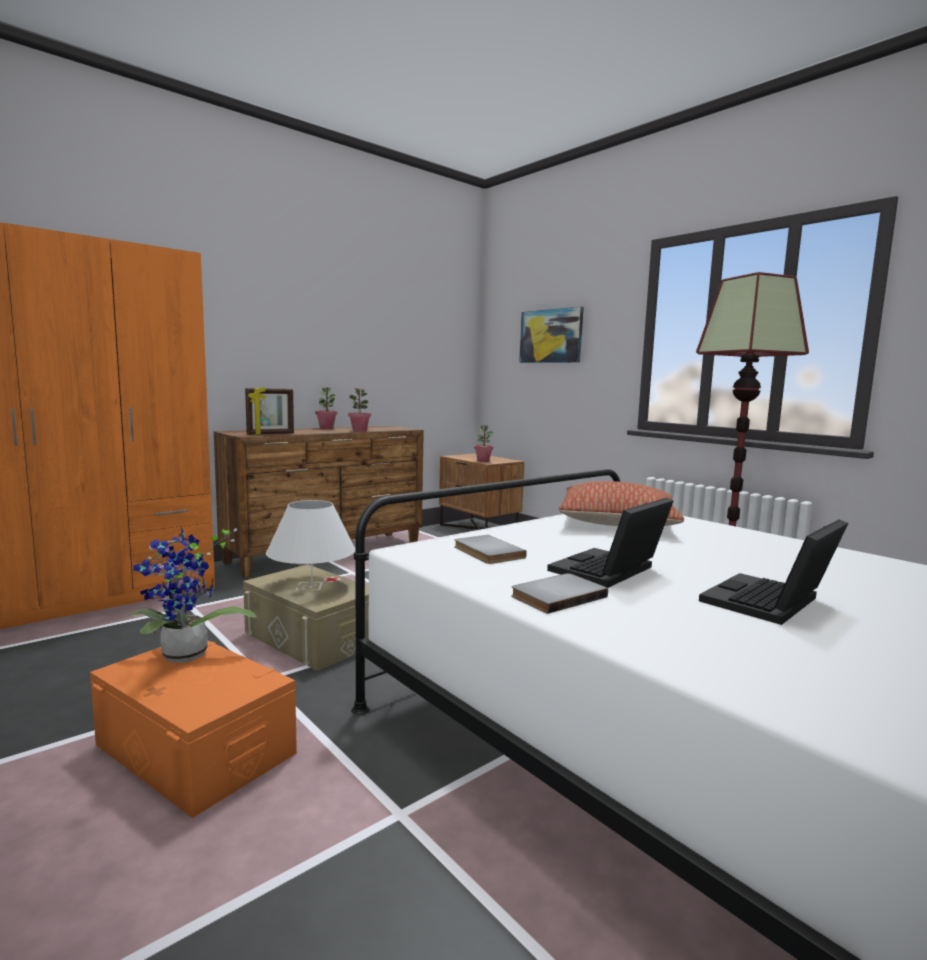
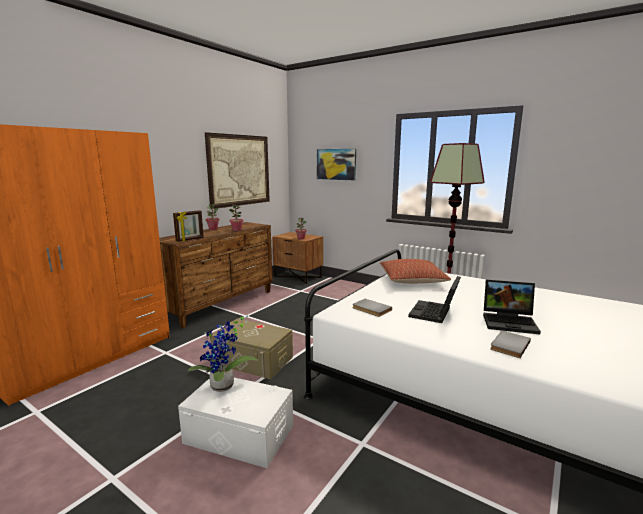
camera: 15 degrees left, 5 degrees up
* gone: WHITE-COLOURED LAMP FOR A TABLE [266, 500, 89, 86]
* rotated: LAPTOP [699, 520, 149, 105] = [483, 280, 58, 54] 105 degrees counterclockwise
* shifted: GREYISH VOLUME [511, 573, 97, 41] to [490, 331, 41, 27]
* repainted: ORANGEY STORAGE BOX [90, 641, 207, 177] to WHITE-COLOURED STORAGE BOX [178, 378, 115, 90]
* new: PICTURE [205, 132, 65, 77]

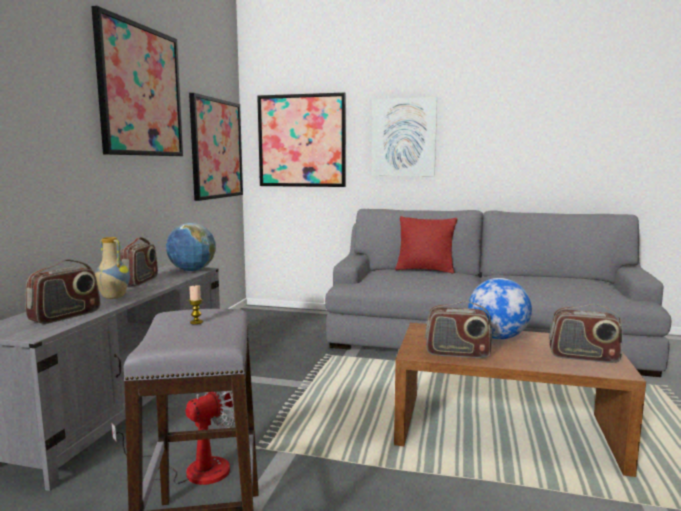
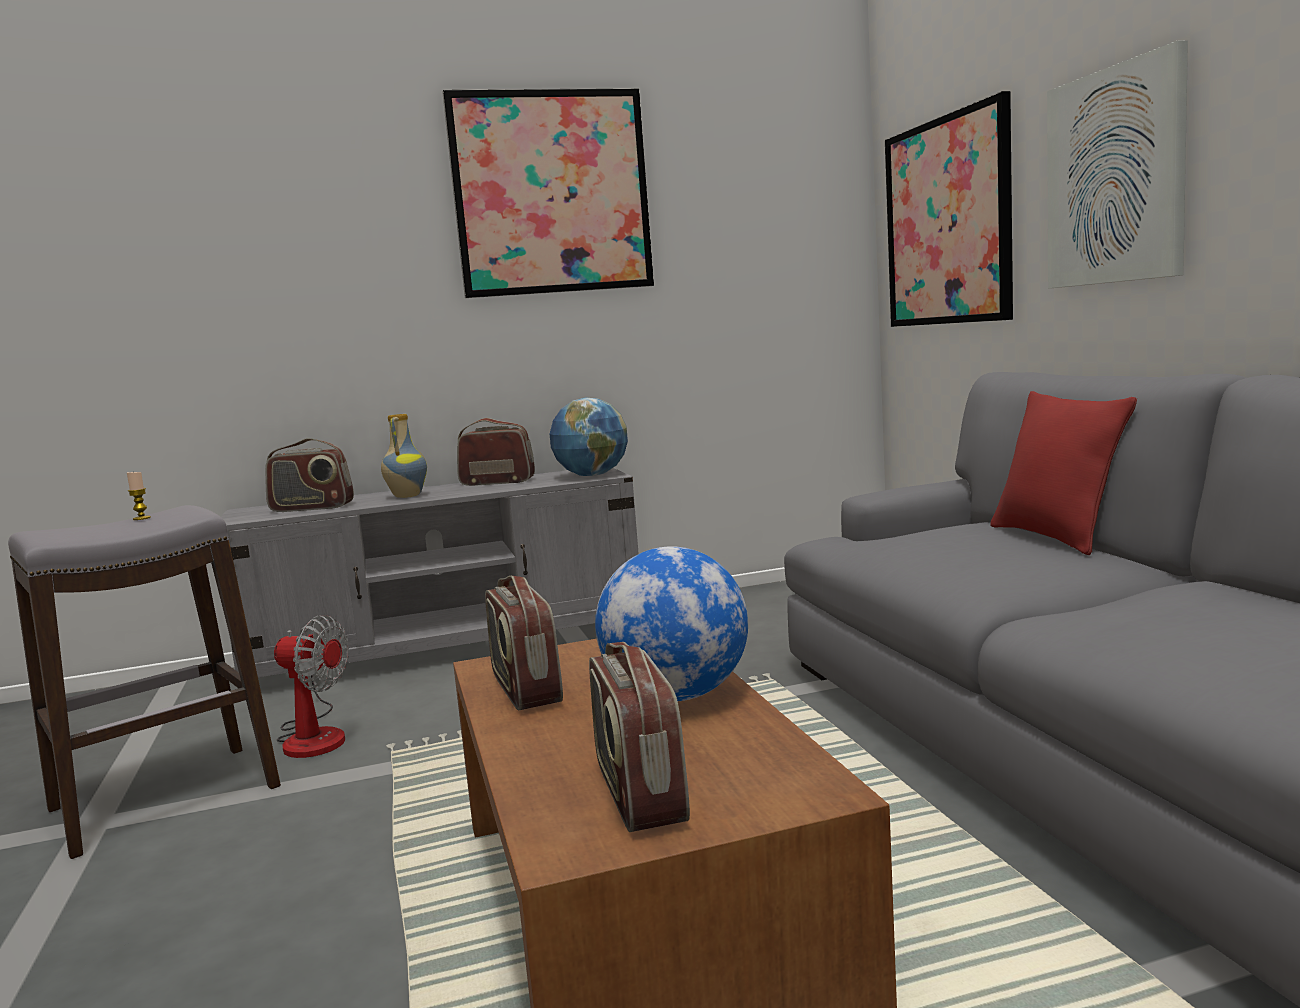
camera: 60 degrees right, 0 degrees up
* gone: PICTURE [189, 93, 54, 108]
* rotated: RADIO [120, 237, 38, 49] = [457, 418, 78, 68] 150 degrees counterclockwise

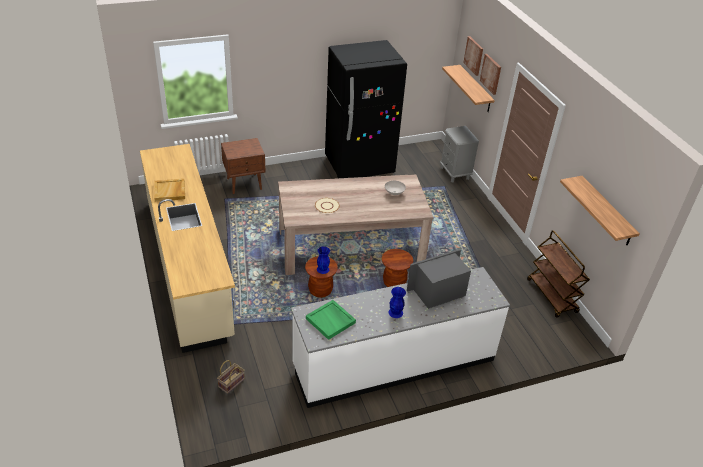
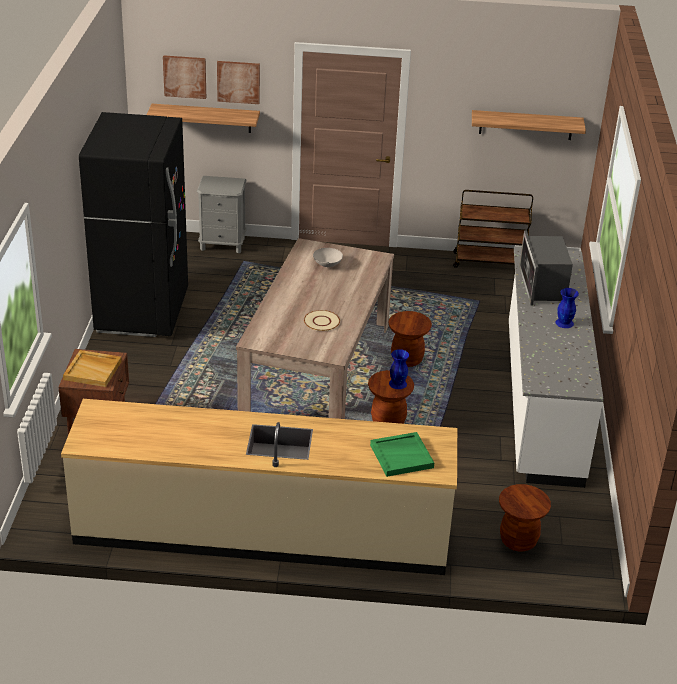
camera: 65 degrees left, 5 degrees down
* shifted: SAND-COLOURED CARRYING TRAY [154, 179, 31, 23] to [63, 350, 59, 37]
* shifted: GREEN-COLOURED CARRYING TRAY [306, 300, 50, 40] to [370, 432, 64, 45]
* swapped: STORAGE BASKET [217, 360, 28, 34] to BROWNISH STOOL SEAT [499, 484, 52, 68]

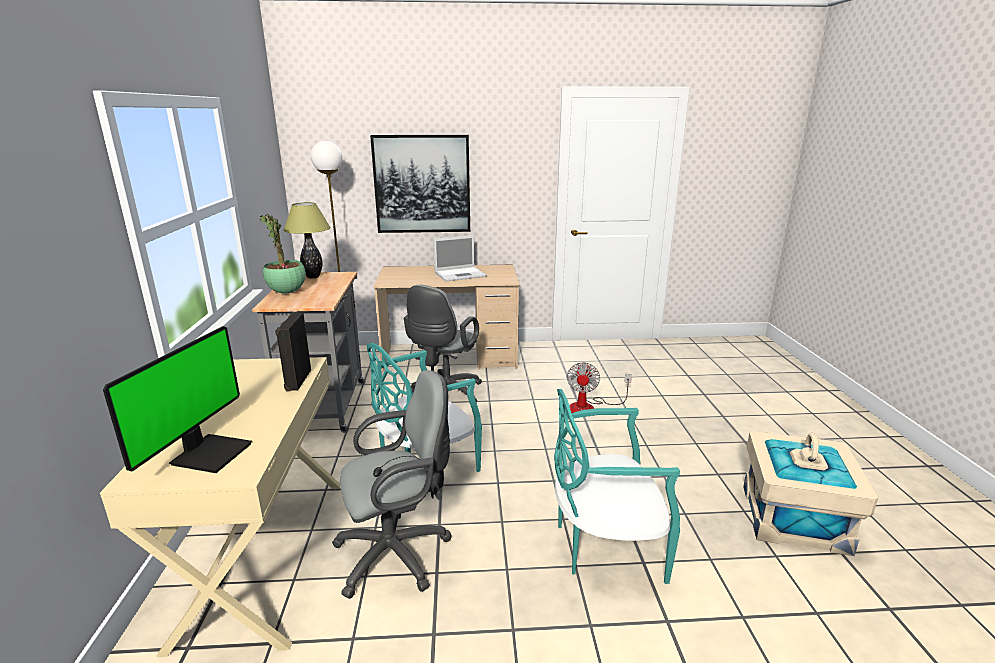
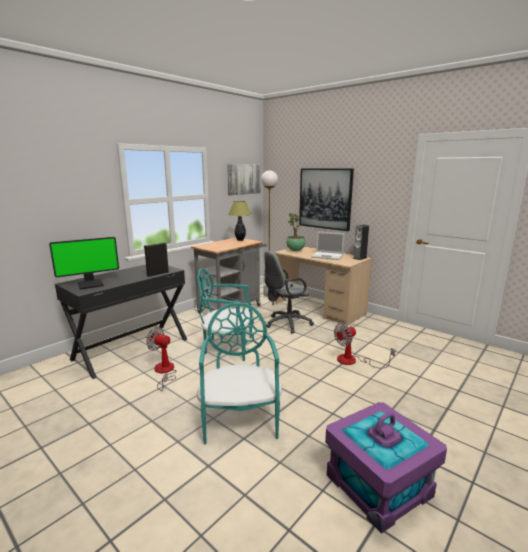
camera: 45 degrees right, 5 degrees down
* shifted: HOUSEPLANT [260, 214, 46, 80] to [286, 213, 19, 38]
* repainted: SAND-COLOURED DESK [100, 357, 241, 300] to BLACKISH DESK [55, 264, 132, 115]
* swapped: GREYISH DESK CHAIR [332, 370, 120, 229] to ELECTRIC FAN [146, 327, 31, 64]
* rotated: TURQUOISE PLAIN CHAIR [554, 389, 126, 195] = [197, 302, 85, 142] 45 degrees clockwise
* repainted: SAND-COLOURED STORAGE BOX [743, 431, 136, 125] to PURPLE STORAGE BOX [325, 402, 122, 132]
* new: PICTURE [227, 164, 34, 31]
* new: LOUDSPEAKER [353, 224, 16, 36]

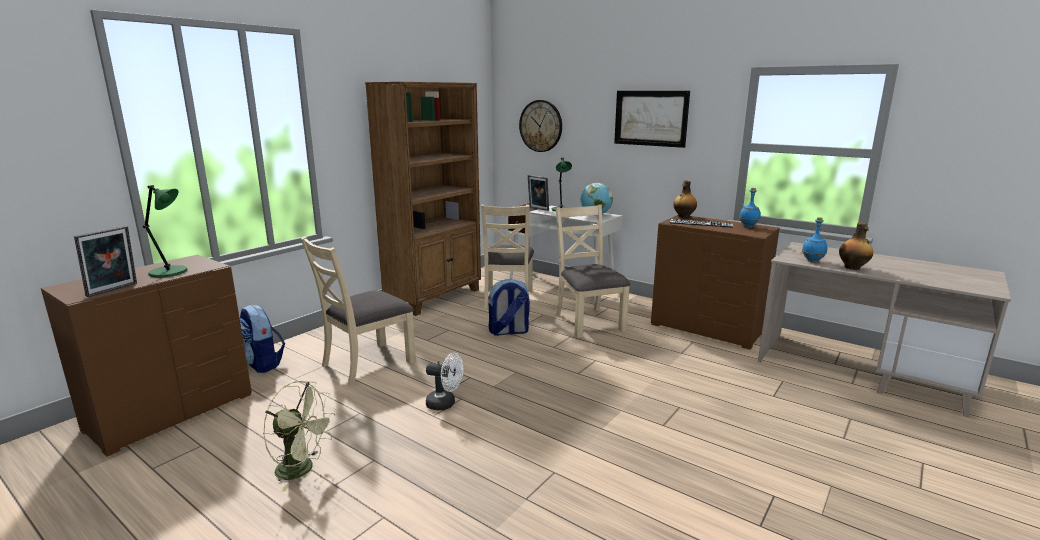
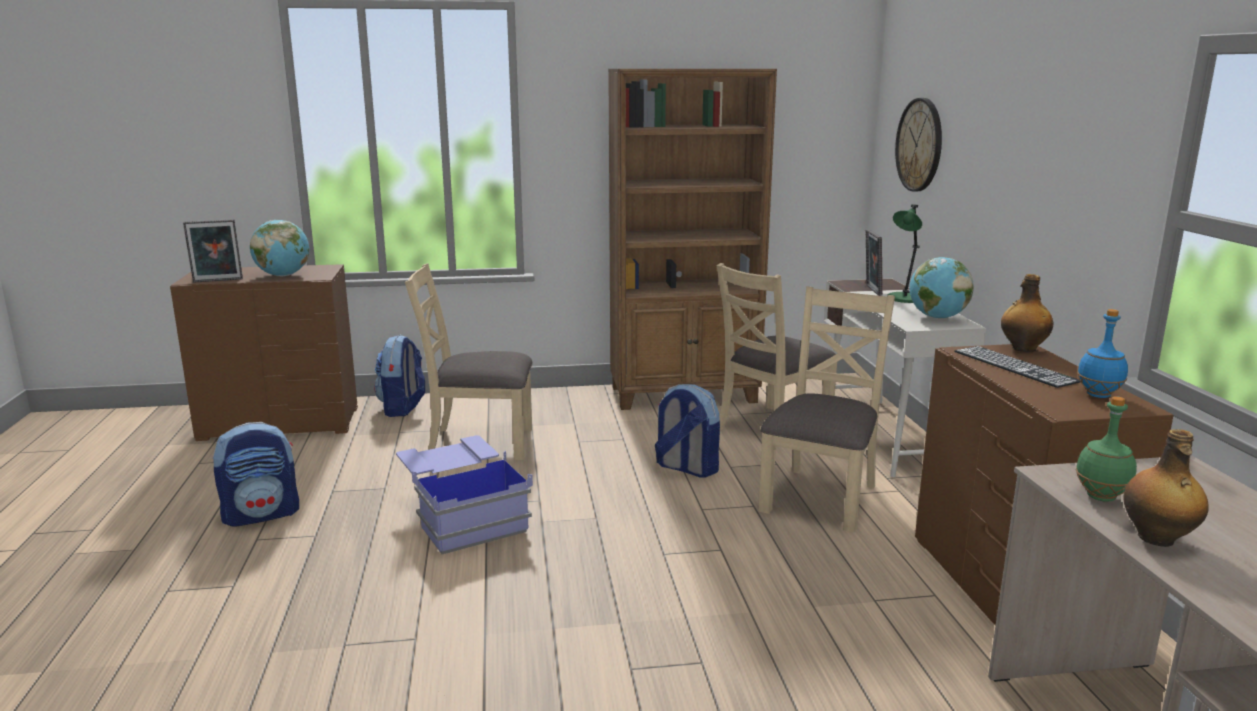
camera: 45 degrees right, 0 degrees up
* gone: PICTURE [614, 91, 76, 57]
* swapped: GREEN-COLOURED LAMP FOR A TABLE [143, 185, 44, 93] to DESK GLOBE [250, 220, 59, 56]
* repainted: BLUISH BEVERAGE BOTTLE [802, 217, 25, 45] to GREEN-COLOURED BEVERAGE BOTTLE [1075, 396, 62, 106]
* swapped: WHITE-COLOURED ELECTRIC FAN [426, 353, 37, 57] to BLUISH STORAGE BOX [396, 435, 137, 119]
* swapped: GREEN-COLOURED ELECTRIC FAN [263, 381, 72, 111] to BACKPACK [213, 422, 86, 105]

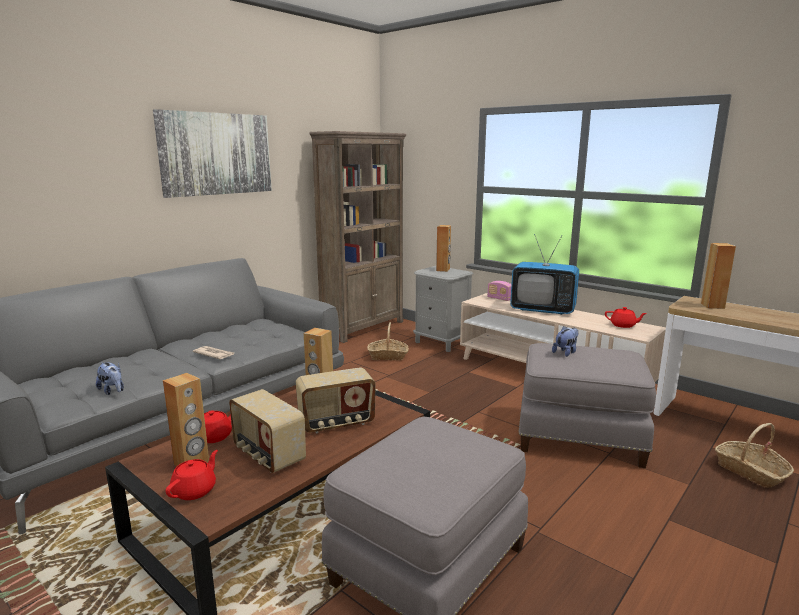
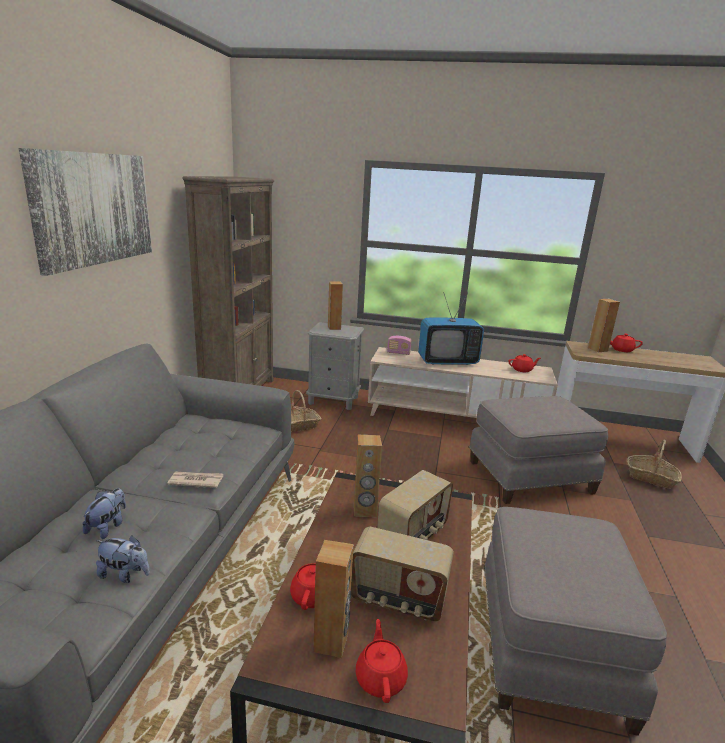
camera: 30 degrees left, 5 degrees up
* shifted: CUDDLY TOY [552, 326, 26, 31] to [82, 488, 44, 51]
* new: REDDISH POT FOR TEA [610, 333, 33, 19]

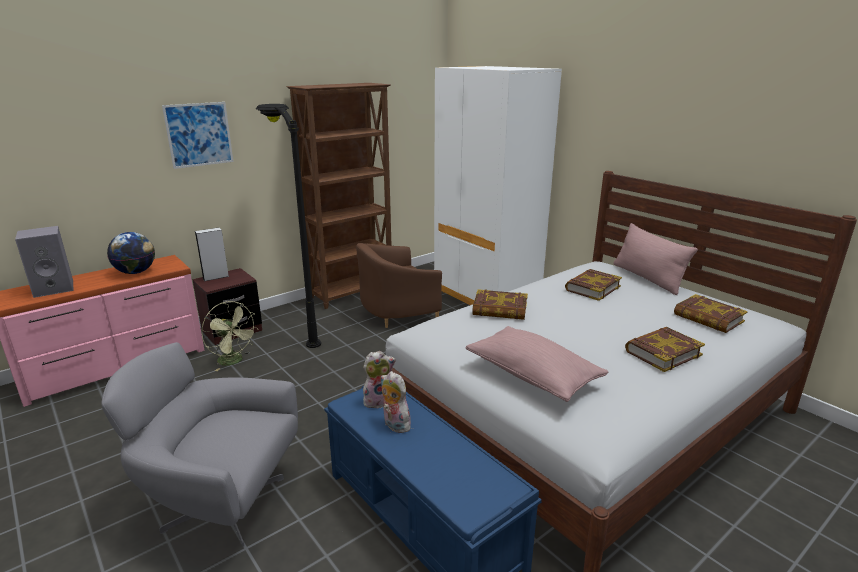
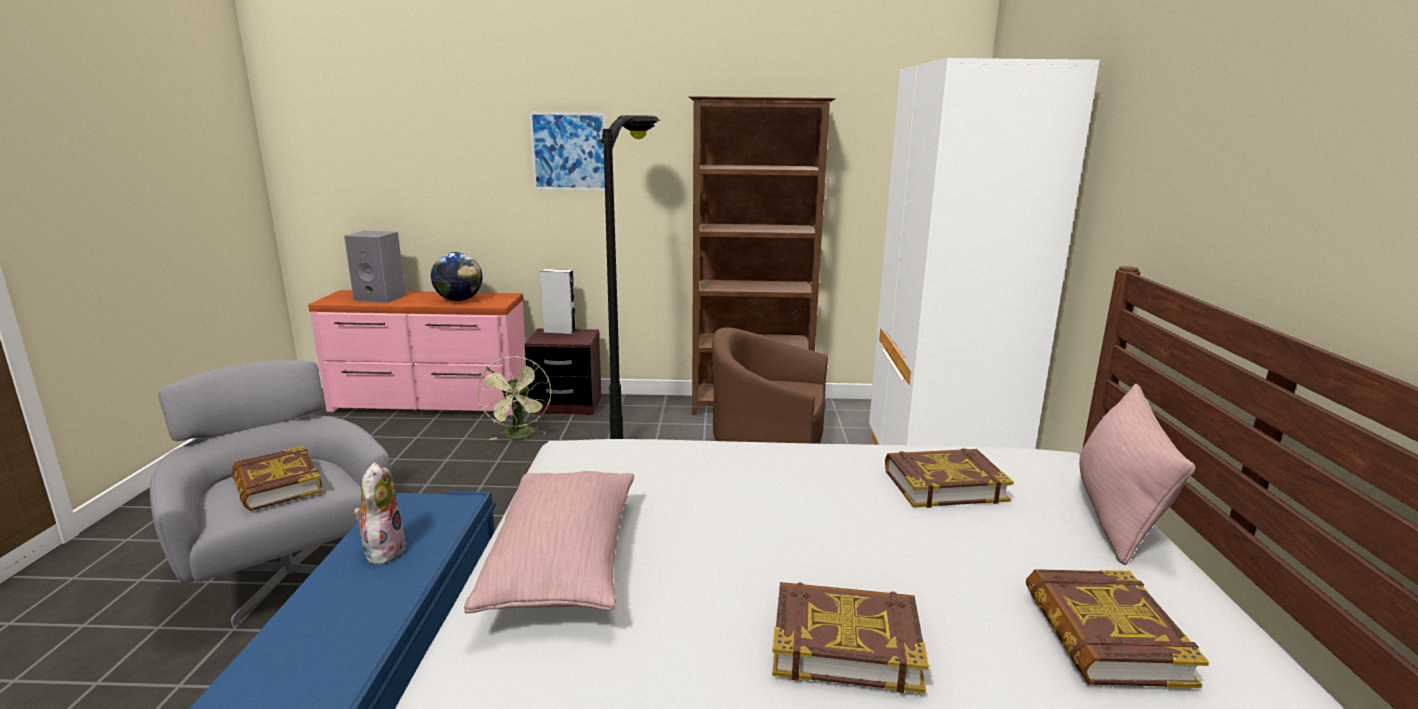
camera: 40 degrees right, 5 degrees down
* shifted: VOLUME [472, 289, 56, 31] to [232, 446, 91, 65]
* gone: CUDDLY TOY [363, 351, 33, 57]

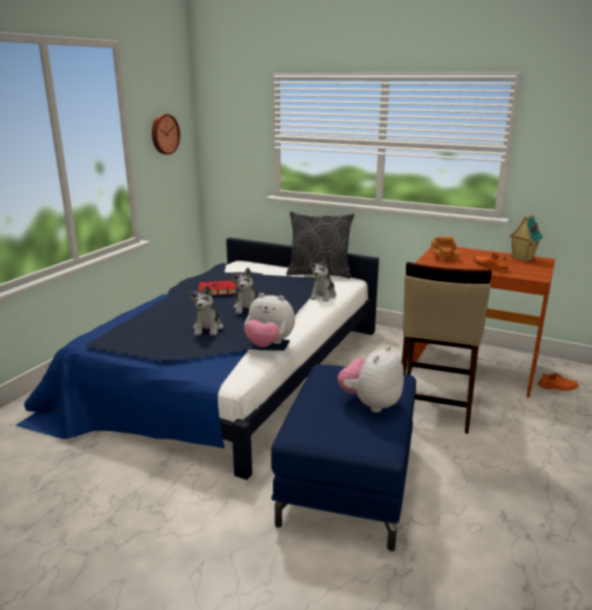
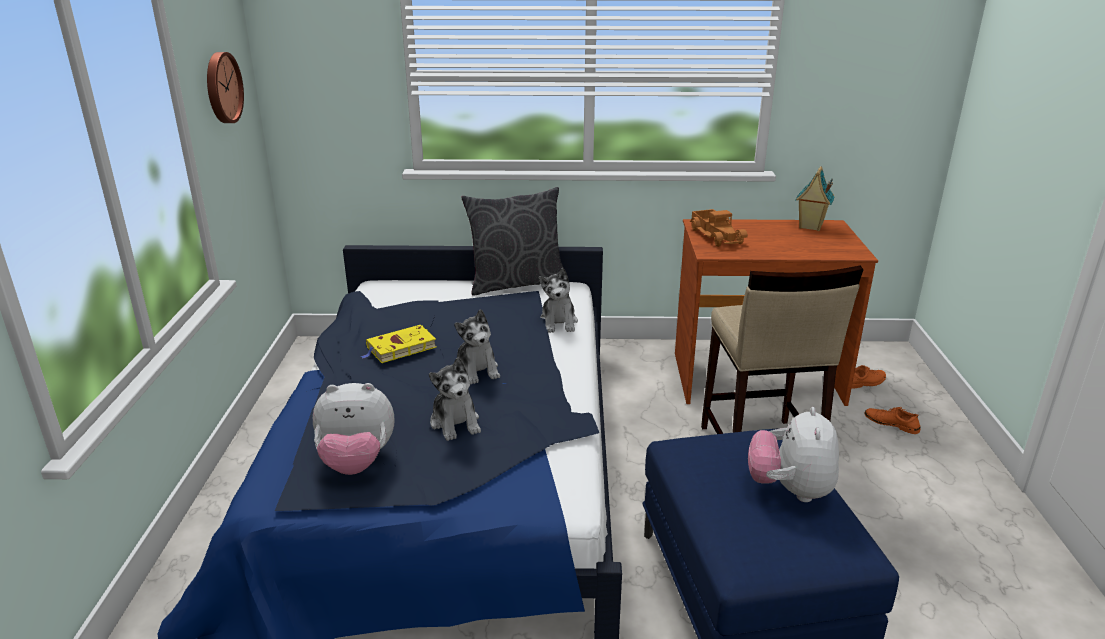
camera: 25 degrees left, 5 degrees up
* shifted: ORANGEY ITEM OF FOOTWEAR [474, 253, 34, 19] to [864, 407, 56, 27]
* repainted: REDDISH VOLUME [193, 281, 43, 14] to YELLOW-COLOURED VOLUME [360, 325, 76, 38]
* shifted: CUDDLY TOY [244, 293, 51, 54] to [313, 383, 81, 92]

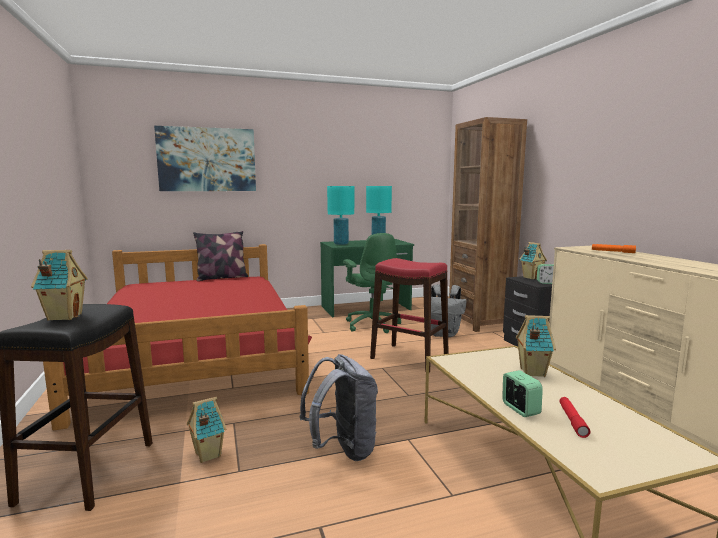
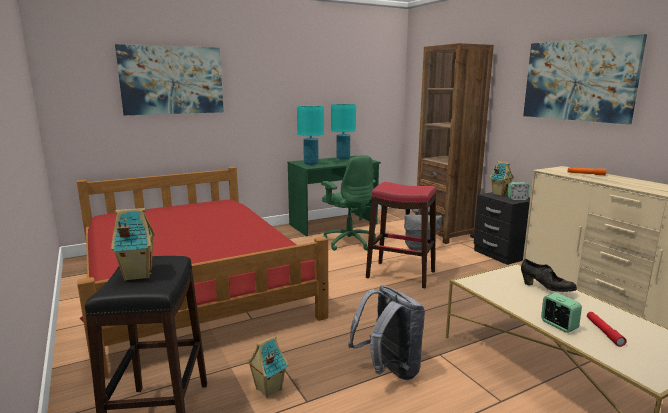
camera: 10 degrees left, 5 degrees up
* gone: THROW PILLOW [193, 231, 55, 50]
* swapped: TOY HOUSE [516, 315, 40, 62] to BLACKISH ITEM OF FOOTWEAR [521, 259, 56, 33]
* new: PICTURE [523, 34, 124, 90]

